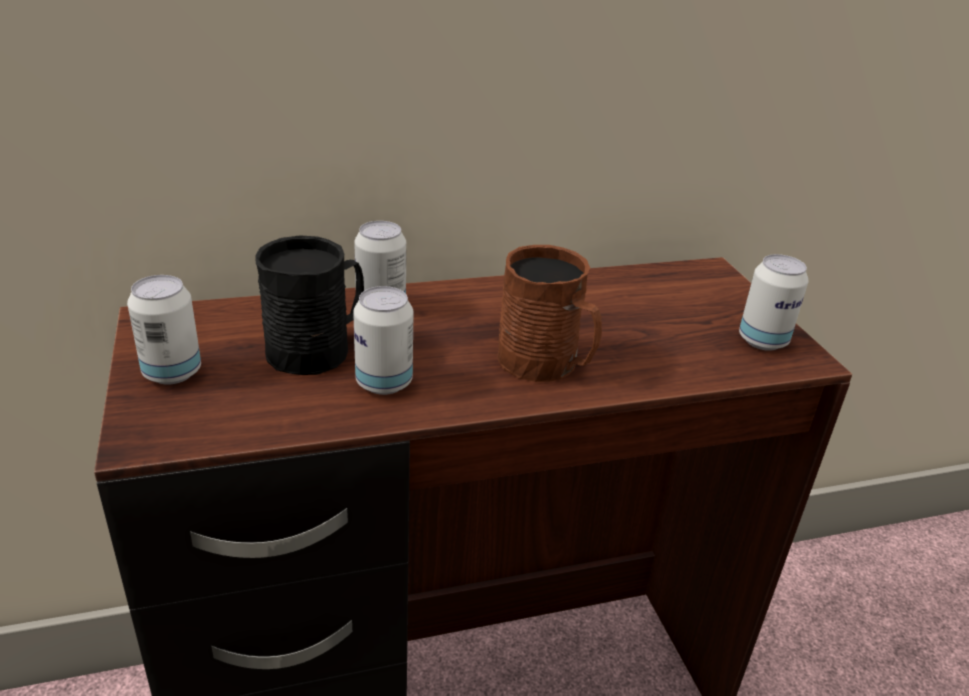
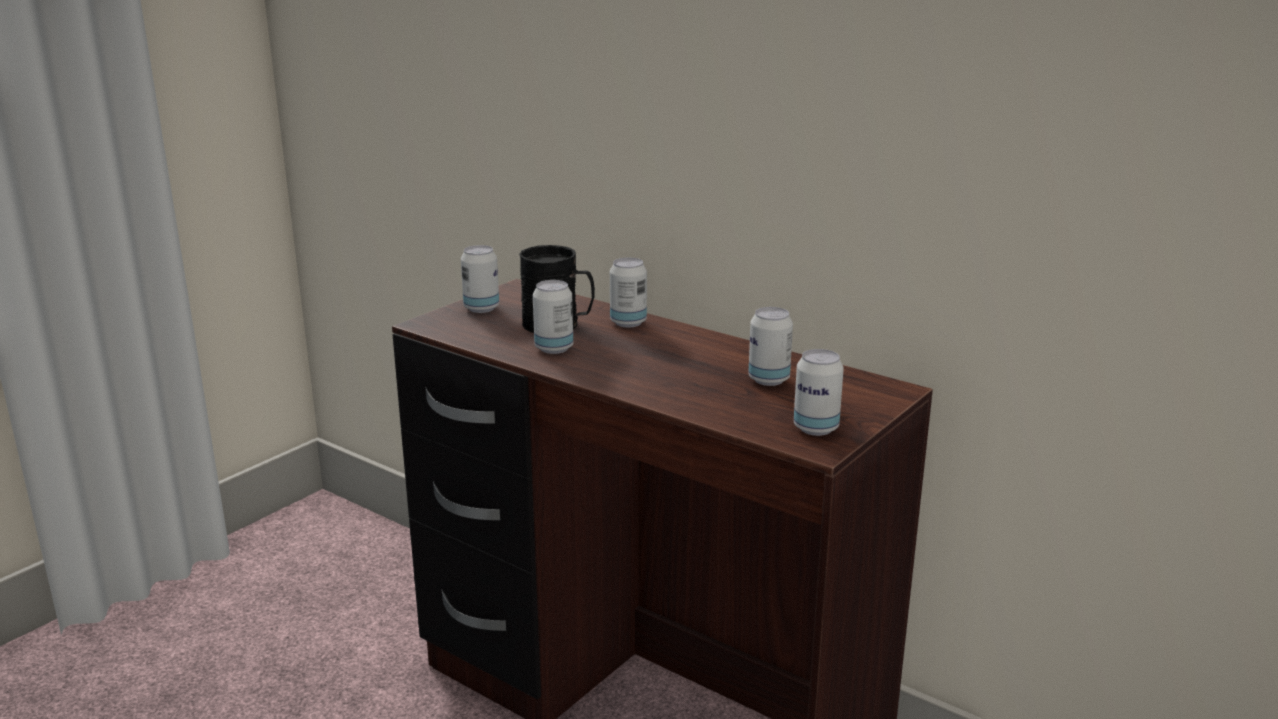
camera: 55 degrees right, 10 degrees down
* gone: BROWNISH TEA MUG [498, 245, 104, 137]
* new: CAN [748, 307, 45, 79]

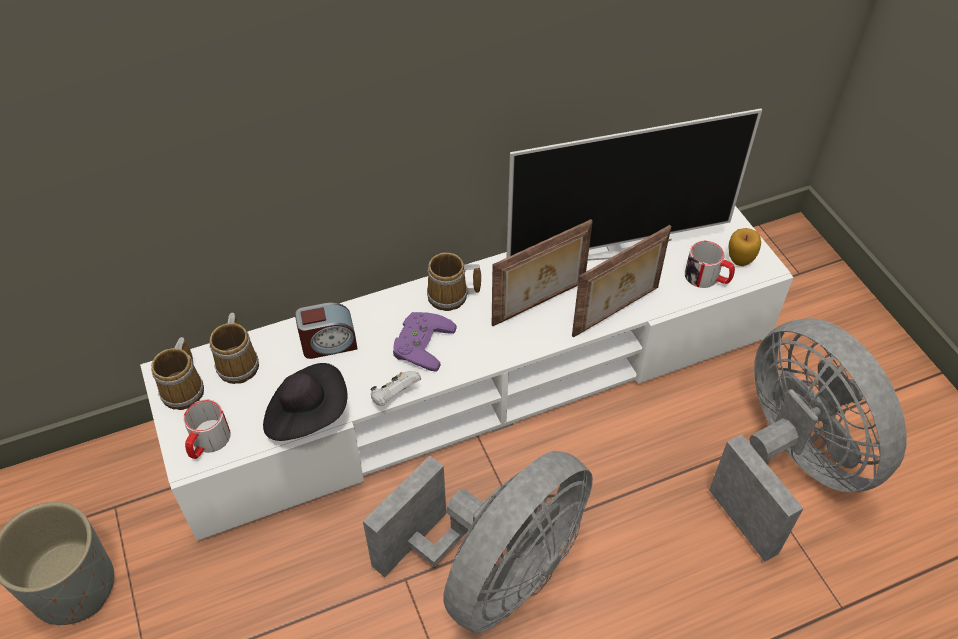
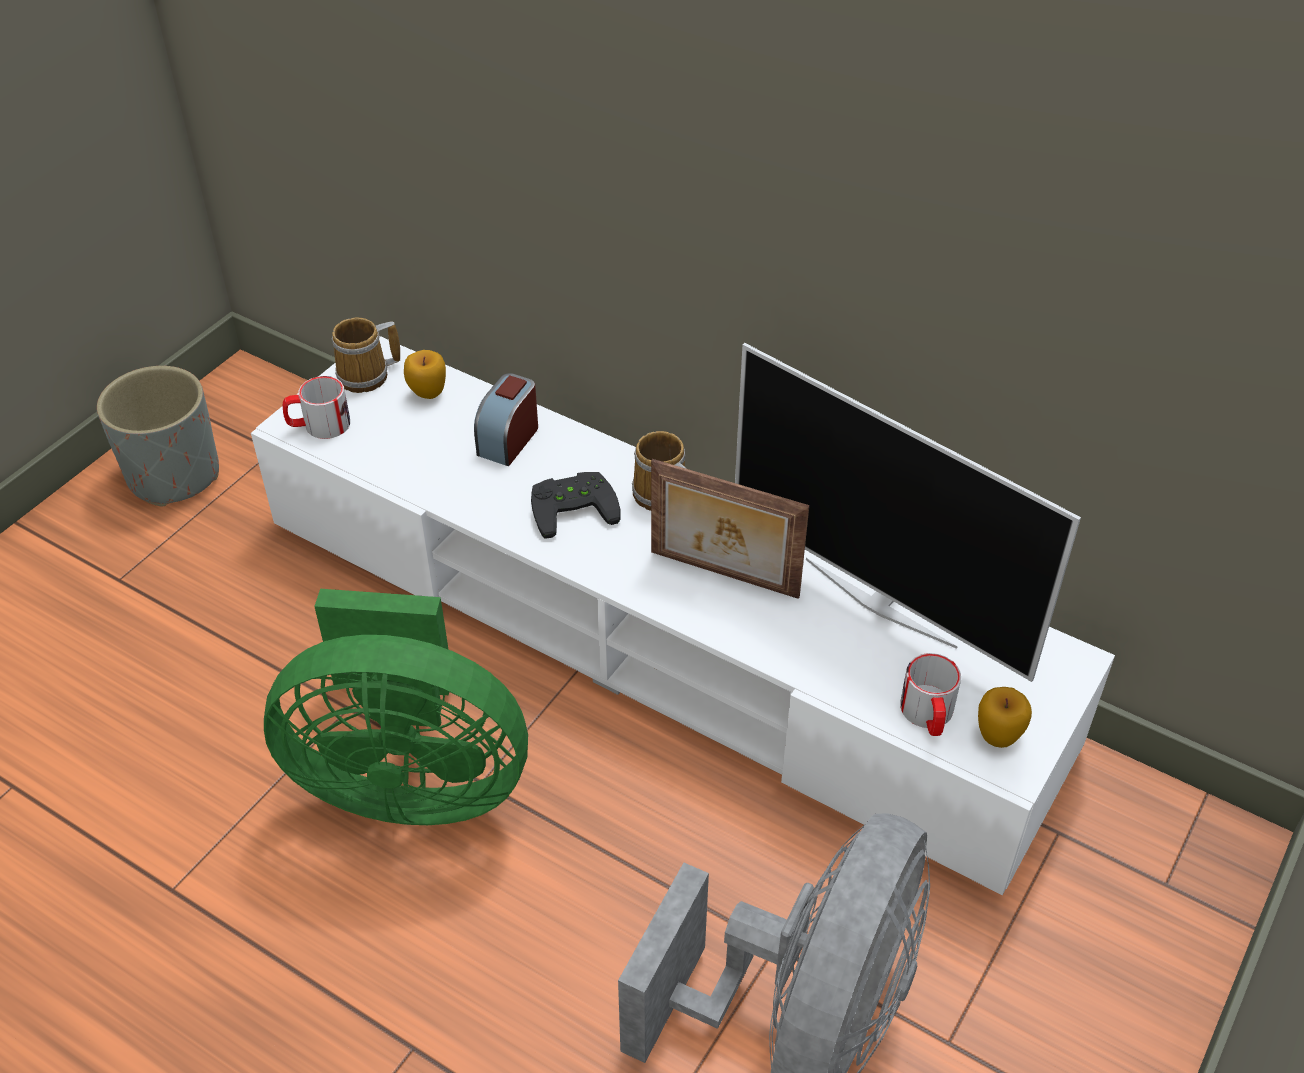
camera: 55 degrees right, 5 degrees down
* gone: PHOTO FRAME [572, 225, 100, 113]
* rotated: BEDSIDE CLOCK [295, 303, 62, 56] = [474, 373, 64, 93] 75 degrees clockwise
* repainted: PURPLE GAME CONTROLLER [393, 312, 64, 60] to BLACKISH GAME CONTROLLER [531, 472, 90, 67]
* swapped: TEA MUG [210, 313, 49, 71] to APPLE [404, 350, 42, 49]
* gone: BLACKISH CLOTHING HAT [263, 363, 84, 78]
* gone: WHITE-COLOURED GAME CONTROLLER [370, 371, 51, 35]
* repainted: GREYISH ELECTRIC FAN [363, 451, 230, 182] to GREEN-COLOURED ELECTRIC FAN [264, 589, 264, 236]

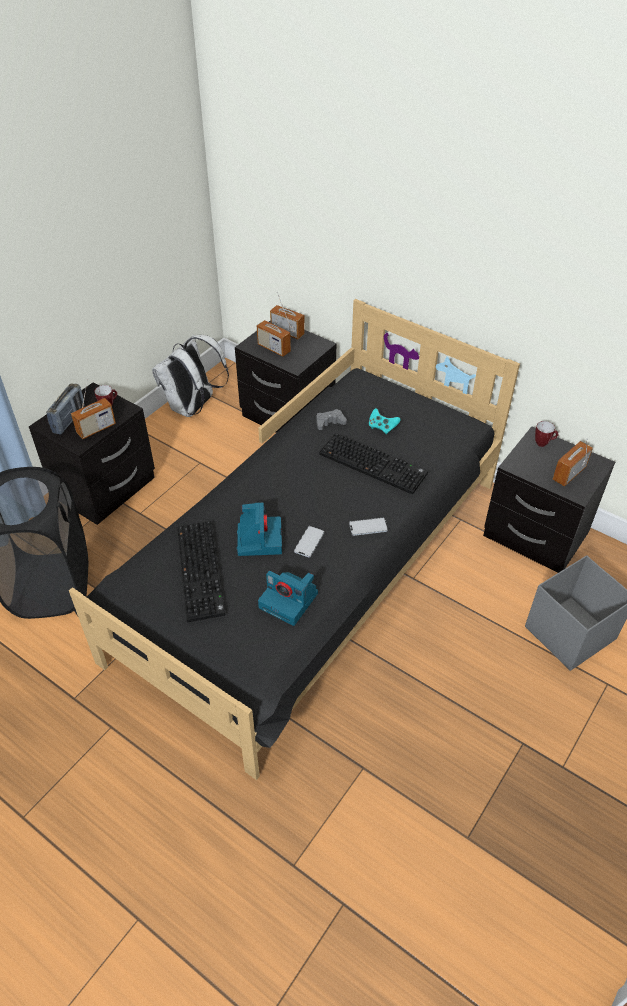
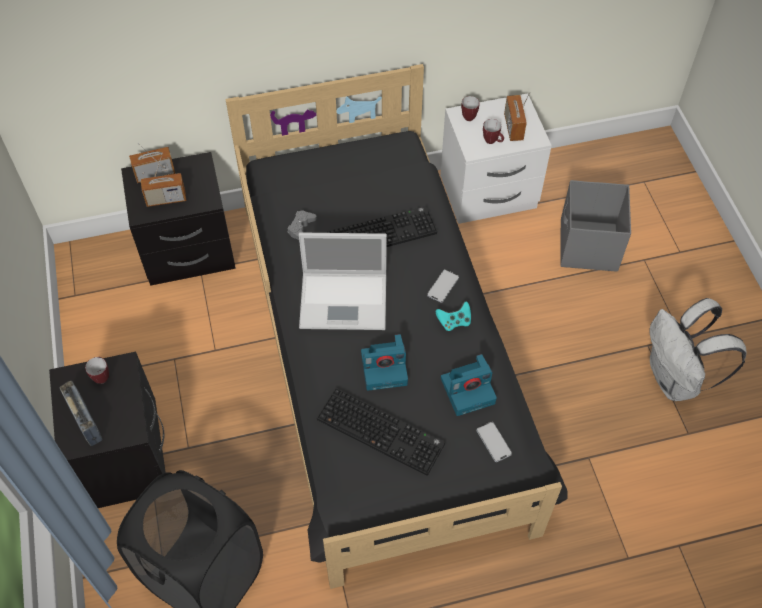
camera: 50 degrees left, 10 degrees up
* shifted: WHITE-COLOURED BACKPACK [152, 335, 77, 82] to [649, 298, 98, 103]
* gone: RADIO [71, 379, 45, 60]
* shifted: TURQUOISE GAME CONTROLLER [369, 408, 32, 27] to [436, 302, 35, 29]
* repainted: BLACKISH NIGHT TABLE [483, 426, 132, 147] to WHITE-COLOURED NIGHT TABLE [440, 94, 112, 130]
* rotated: STILL CAMERA [237, 502, 45, 54] = [361, 334, 47, 57] 135 degrees clockwise
* shifted: HANDSET [294, 526, 30, 31] to [476, 422, 36, 40]
* new: TEA MUG [483, 119, 21, 25]
* new: LAPTOP [299, 232, 88, 98]

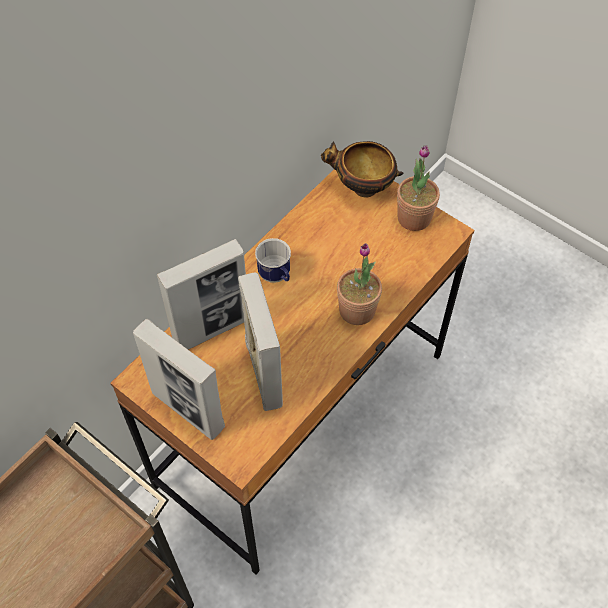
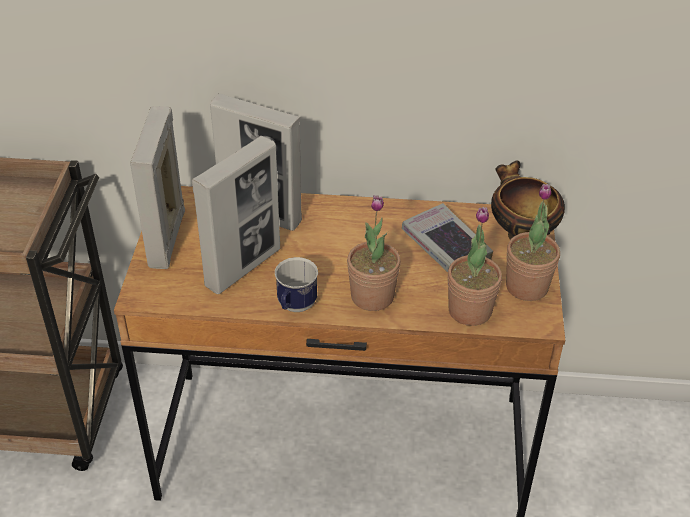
camera: 55 degrees right, 15 degrees down
* shifted: TEA MUG [255, 238, 36, 45] to [275, 257, 43, 55]
* new: VOLUME [402, 203, 91, 69]
* new: HOUSEPLANT [448, 207, 54, 119]

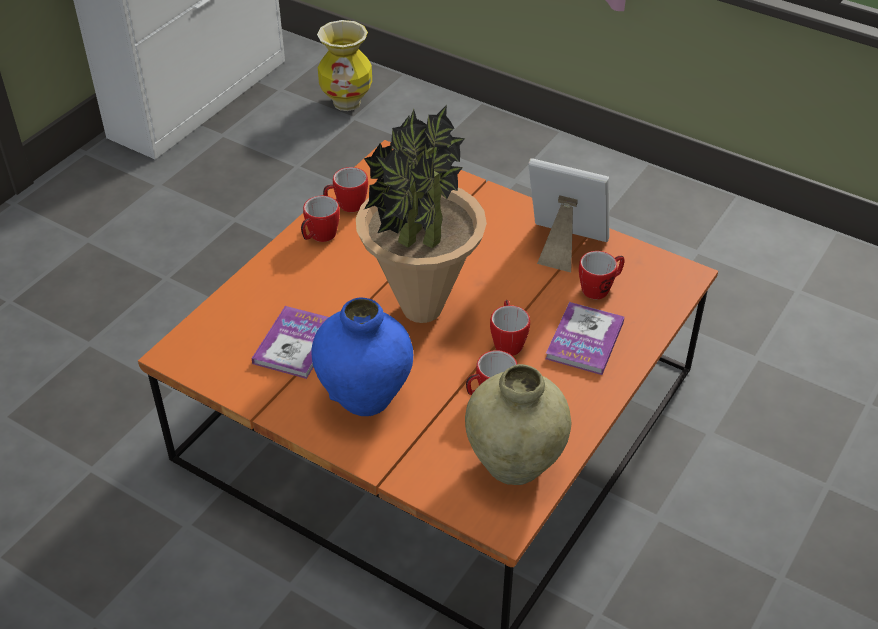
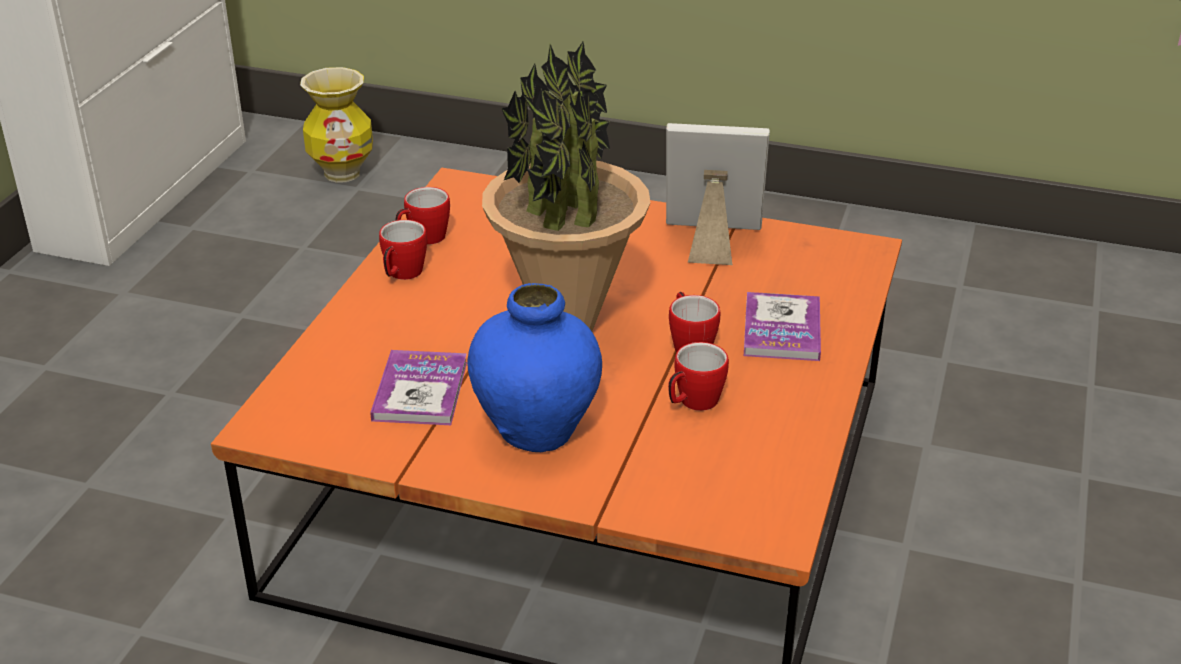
camera: 15 degrees left, 10 degrees down
* gone: TEA MUG [579, 251, 46, 48]
* gone: SAND-COLOURED DECORATIVE VASE [465, 364, 106, 121]

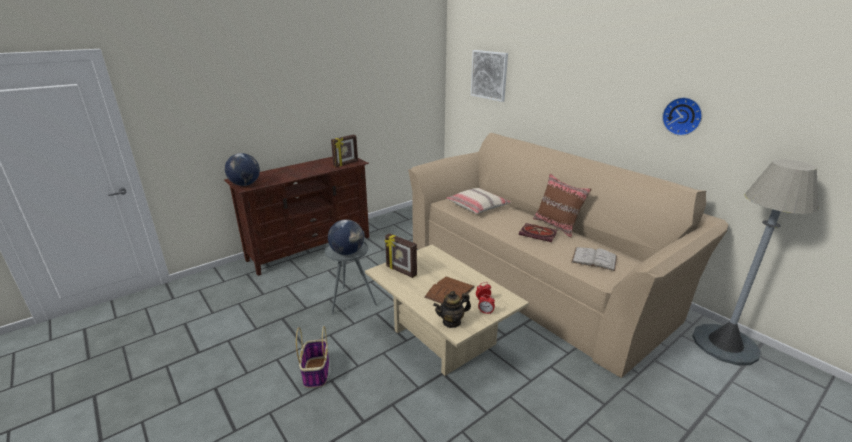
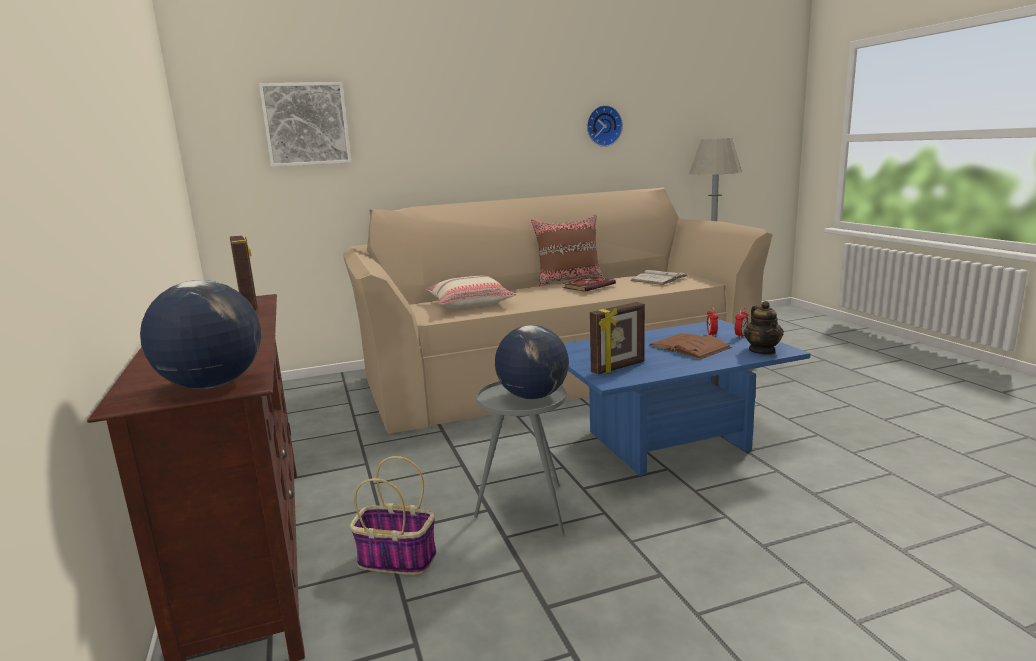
camera: 70 degrees left, 10 degrees down
* repainted: SAND-COLOURED LOUNGE TABLE [365, 245, 164, 131] to BLUISH LOUNGE TABLE [564, 320, 247, 156]
* shifted: STORAGE BASKET [296, 326, 33, 62] to [350, 456, 86, 119]

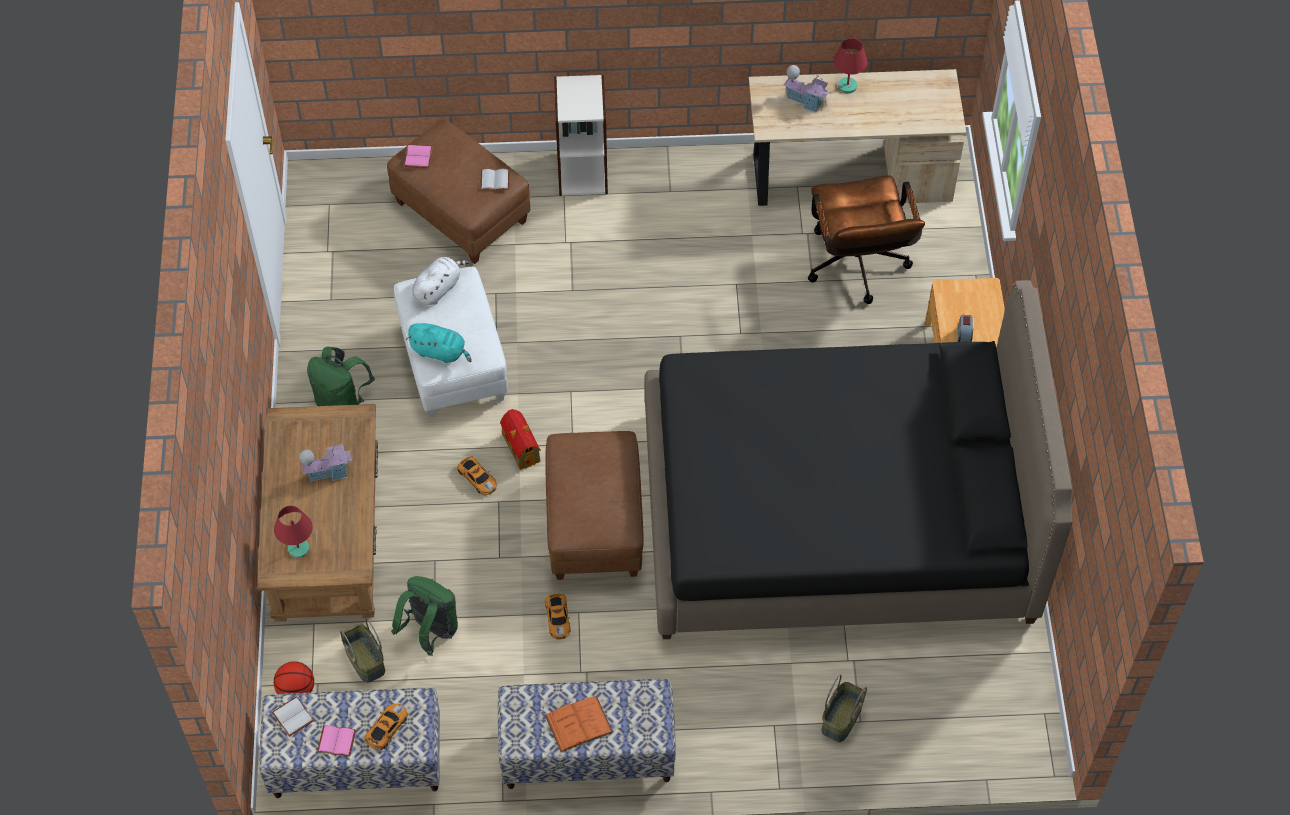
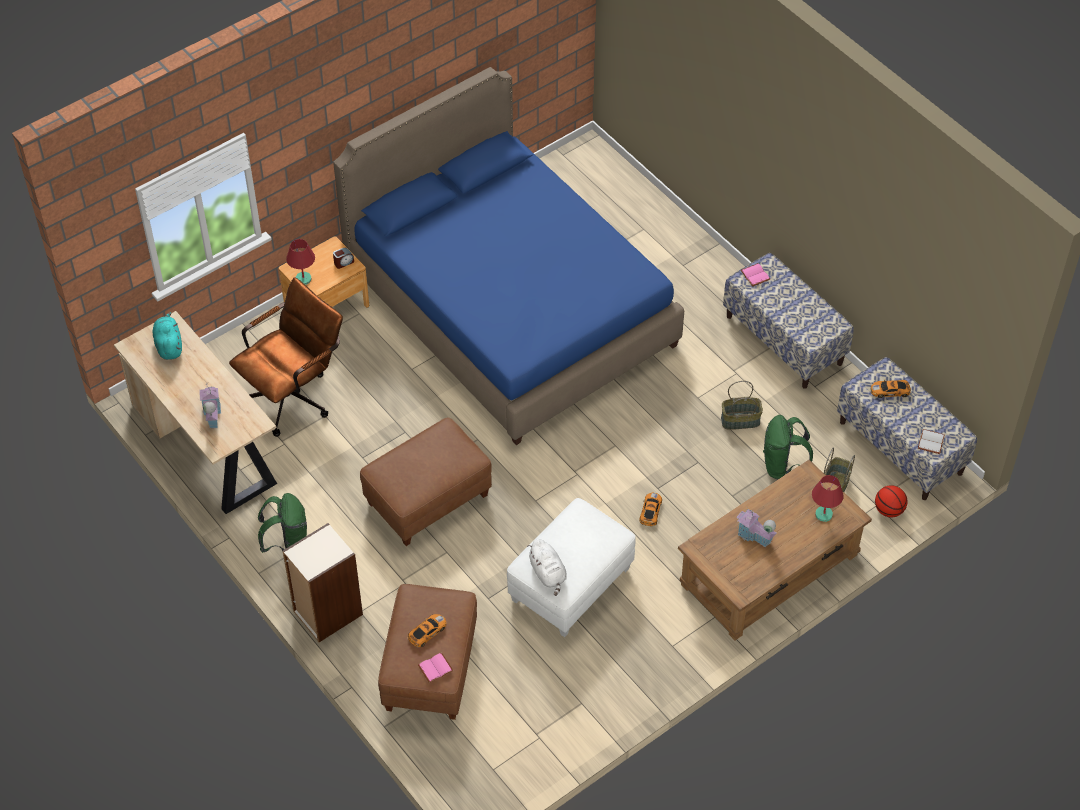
camera: 125 degrees left, 5 degrees down
* shifted: REDDISH LAMP FOR A TABLE [833, 38, 35, 55] to [286, 239, 29, 46]
* gone: WHITE-COLOURED VOLUME [480, 169, 30, 21]
* rotated: WHITE-COLOURED CUDDLY TOY [412, 257, 57, 48] = [527, 539, 40, 57] 120 degrees counterclockwise
* repainted: BLACKISH BEDROOM BED [645, 280, 428, 359] to BLUISH BEDROOM BED [333, 67, 351, 378]
* shifted: TURQUOISE CUDDLY TOY [406, 323, 66, 40] to [152, 312, 30, 48]
* shifted: GREEN-COLOURED BACKPACK [307, 347, 68, 59] to [258, 493, 49, 60]
* gone: TOY HOUSE [500, 409, 41, 61]
* shifted: BROWNISH FOOTREST [545, 431, 99, 149] to [360, 418, 132, 128]
* shifted: MINIATURE CAR [545, 594, 26, 46] to [407, 614, 39, 33]
* shifted: STORAGE BASKET [821, 674, 46, 68] to [721, 381, 42, 49]
* gone: ORANGEY VOLUME [545, 696, 68, 56]
* shifted: PINK VOLUME [317, 725, 39, 32] to [740, 263, 30, 24]

